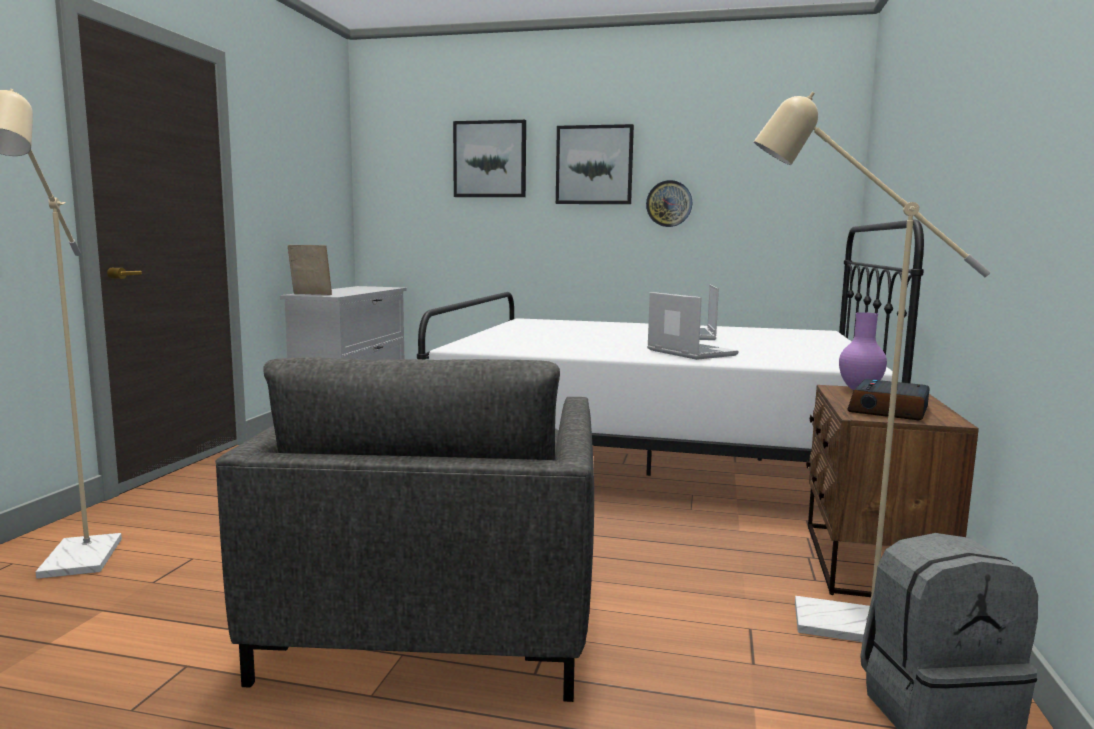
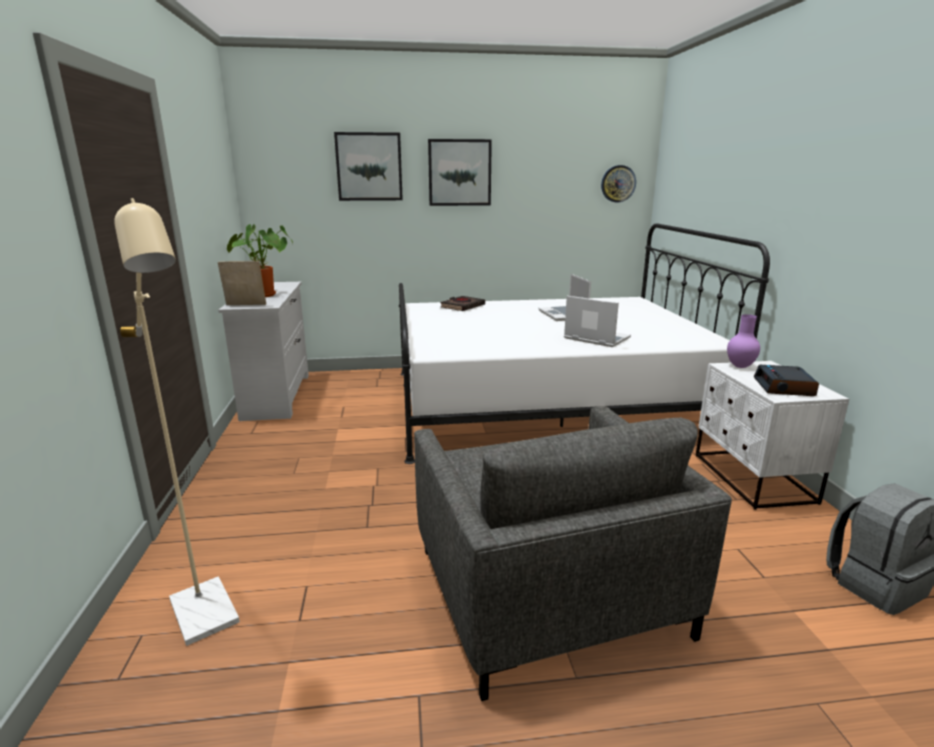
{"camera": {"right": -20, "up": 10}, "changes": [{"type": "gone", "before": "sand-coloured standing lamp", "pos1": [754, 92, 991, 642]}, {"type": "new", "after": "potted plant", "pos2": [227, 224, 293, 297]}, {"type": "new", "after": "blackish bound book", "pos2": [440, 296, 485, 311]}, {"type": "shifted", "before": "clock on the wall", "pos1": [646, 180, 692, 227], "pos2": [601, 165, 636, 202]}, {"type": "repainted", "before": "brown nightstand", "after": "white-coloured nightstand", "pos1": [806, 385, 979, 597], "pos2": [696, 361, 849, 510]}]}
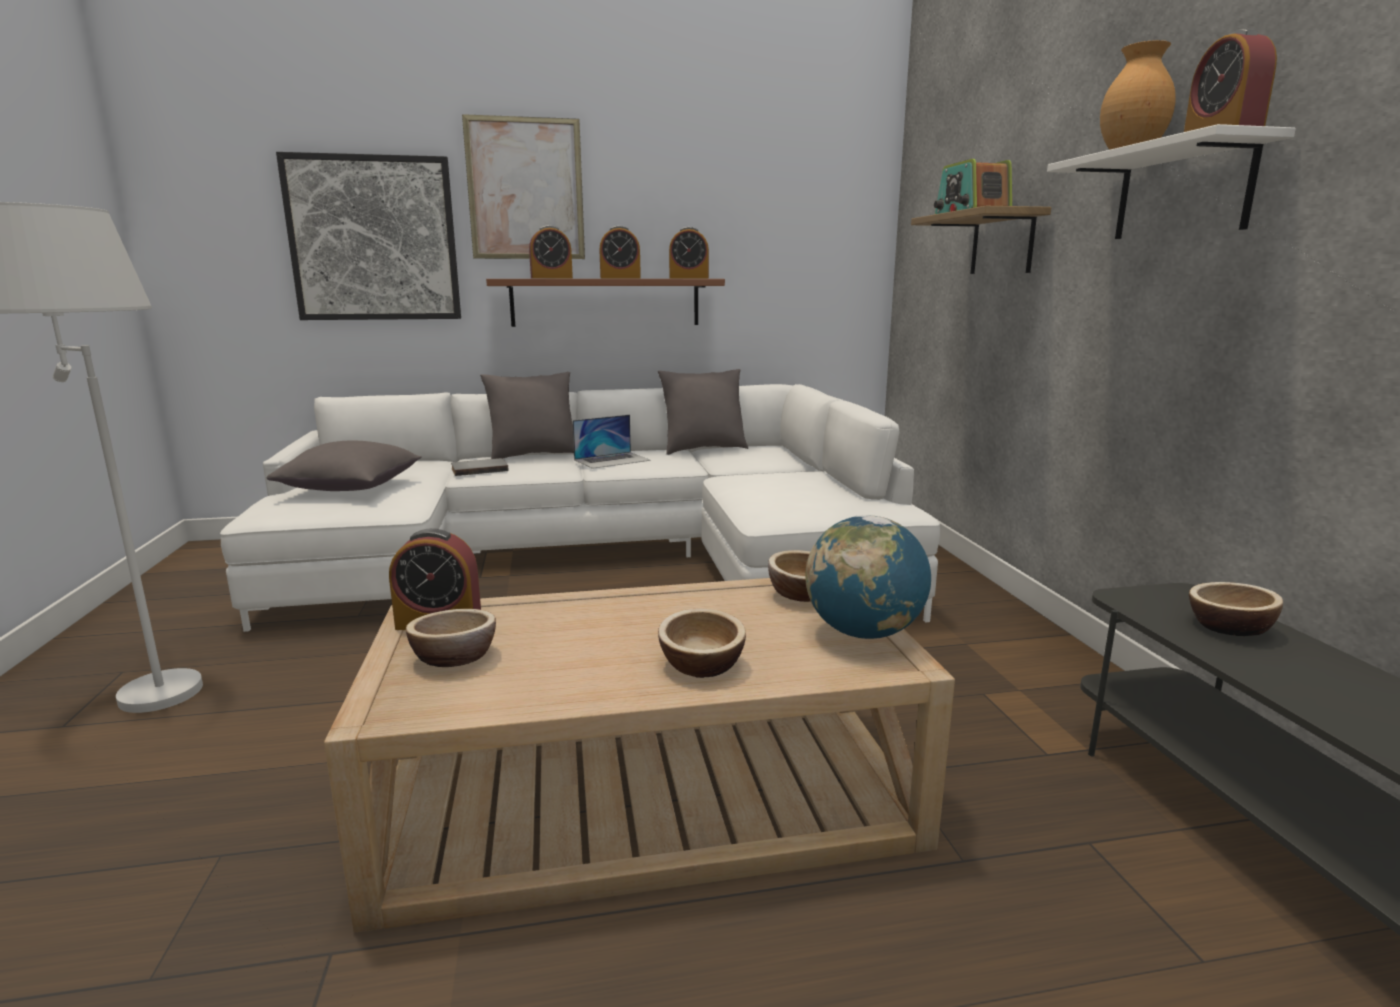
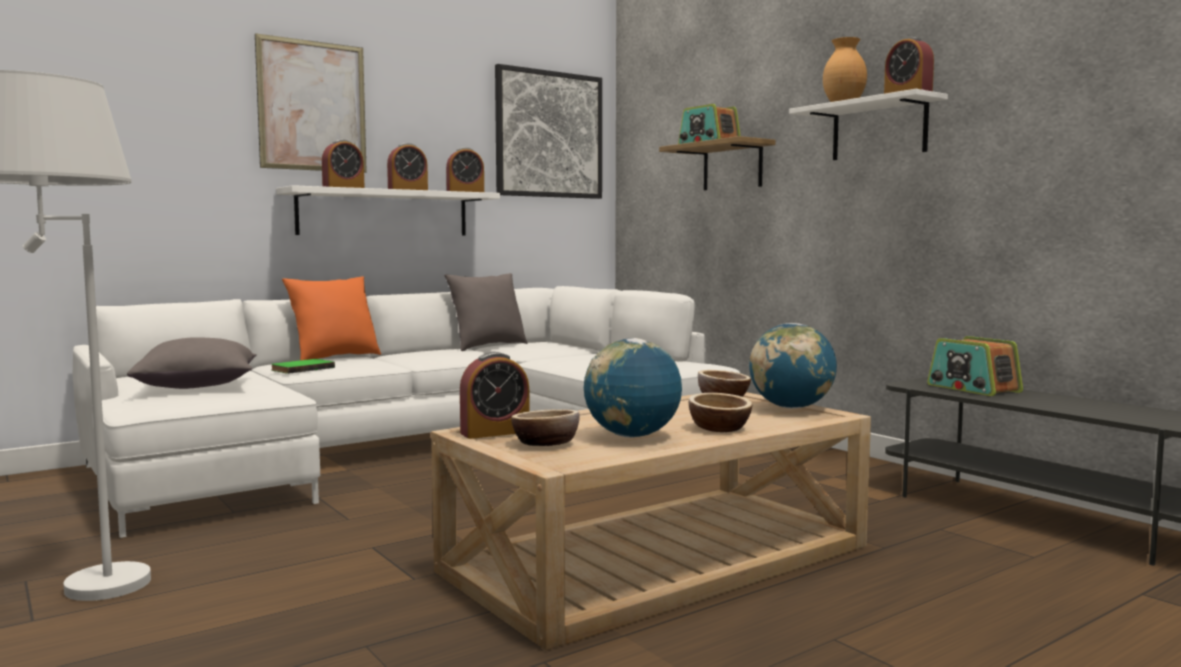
{"camera": {"right": -25, "up": -10}, "changes": [{"type": "gone", "before": "notebook computer", "pos1": [572, 415, 650, 469]}, {"type": "new", "after": "globe", "pos2": [584, 338, 682, 438]}, {"type": "shifted", "before": "wall art", "pos1": [276, 152, 461, 320], "pos2": [495, 64, 602, 199]}, {"type": "swapped", "before": "serving bowl", "after": "radio set", "pos1": [1189, 582, 1283, 636], "pos2": [927, 336, 1023, 396]}, {"type": "repainted", "before": "grey bound book", "after": "green-coloured bound book", "pos1": [451, 458, 509, 476], "pos2": [271, 359, 335, 374]}, {"type": "repainted", "before": "grey pillow", "after": "orange pillow", "pos1": [480, 372, 574, 459], "pos2": [282, 276, 381, 360]}, {"type": "repainted", "before": "brown wall shelf", "after": "white-coloured wall shelf", "pos1": [486, 279, 725, 327], "pos2": [276, 185, 500, 236]}]}
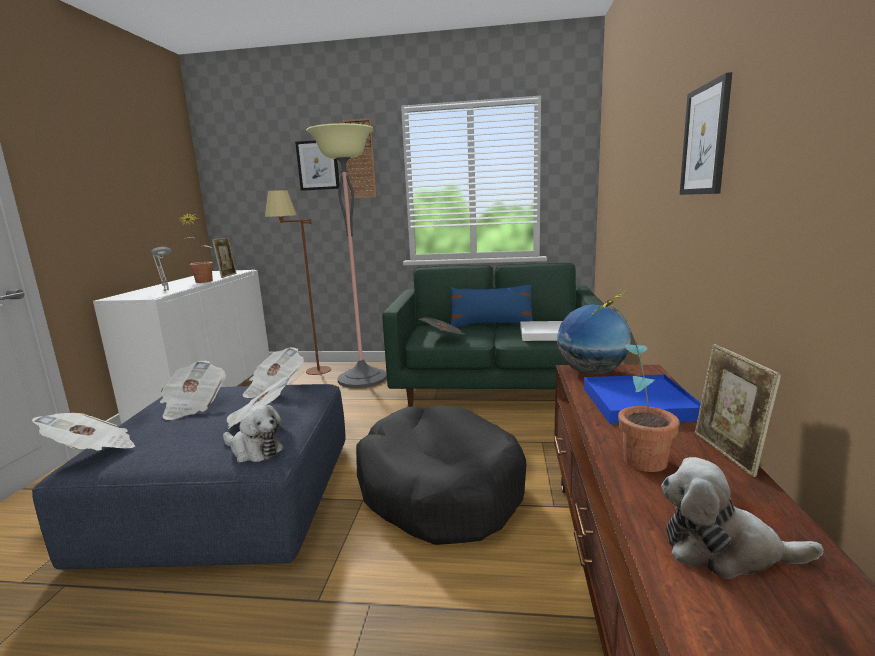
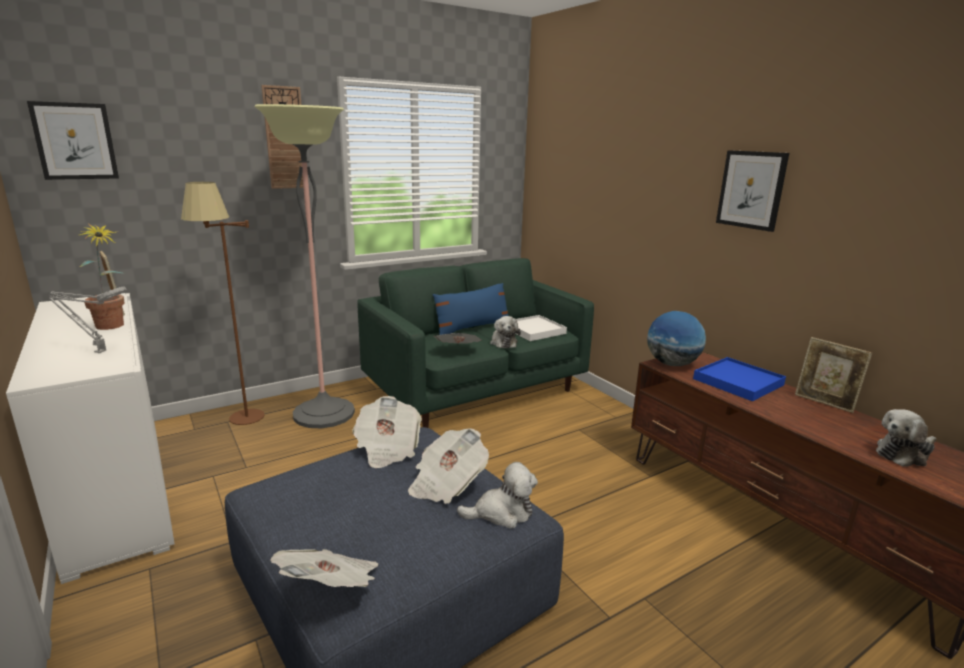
{"camera": {"right": -40, "up": 5}, "changes": [{"type": "gone", "before": "daily paper", "pos1": [160, 361, 226, 420]}, {"type": "gone", "before": "blackish dog bed", "pos1": [356, 405, 526, 545]}, {"type": "gone", "before": "potted plant", "pos1": [591, 291, 680, 472]}, {"type": "new", "after": "soft toy", "pos2": [490, 316, 521, 348]}, {"type": "shifted", "before": "wall art", "pos1": [295, 140, 340, 191], "pos2": [27, 101, 119, 180]}]}
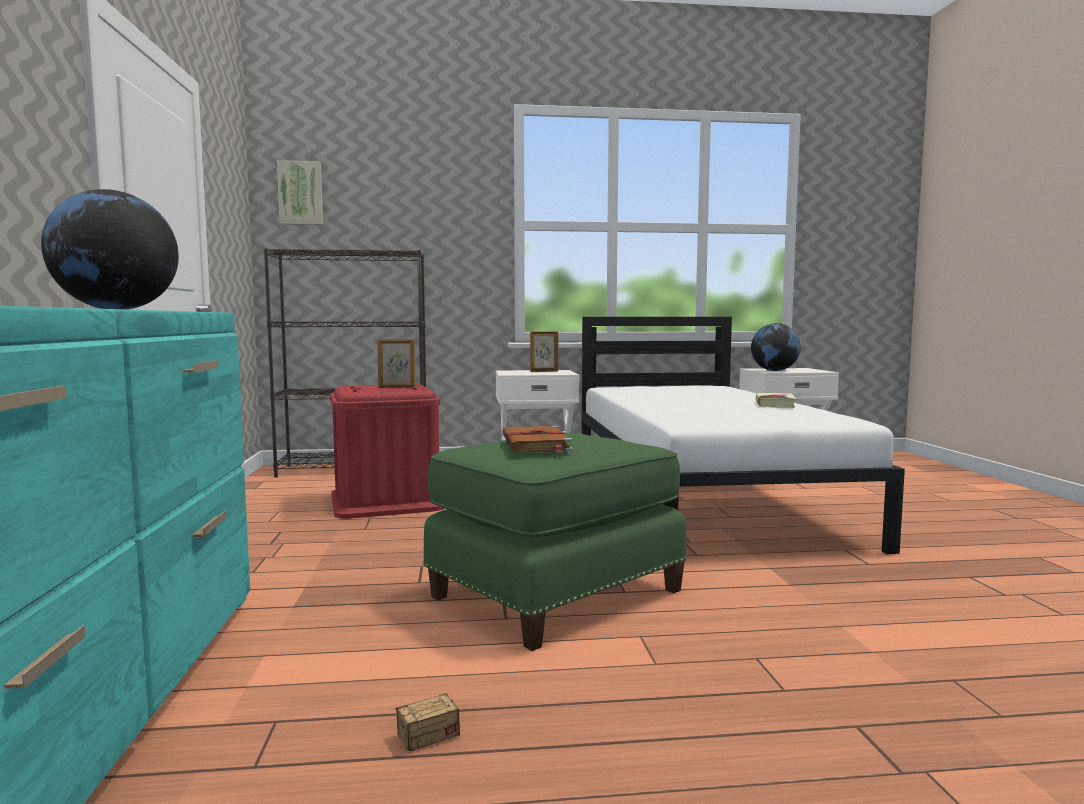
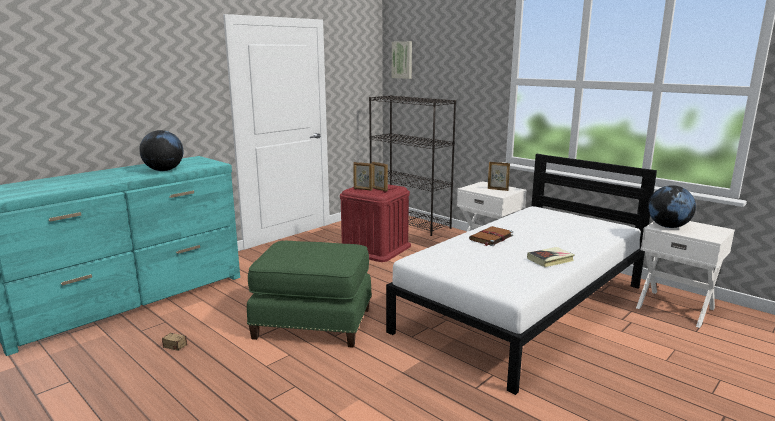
{"camera": {"right": 50, "up": 10}, "changes": [{"type": "new", "after": "standing frame", "pos2": [353, 162, 373, 191]}, {"type": "shifted", "before": "brown bound book", "pos1": [502, 426, 573, 453], "pos2": [469, 226, 513, 246]}]}
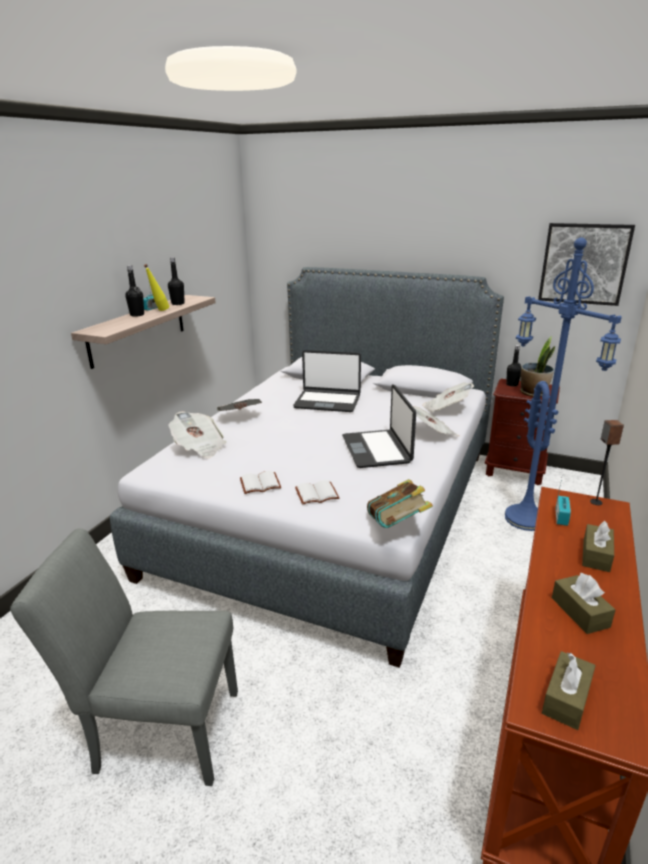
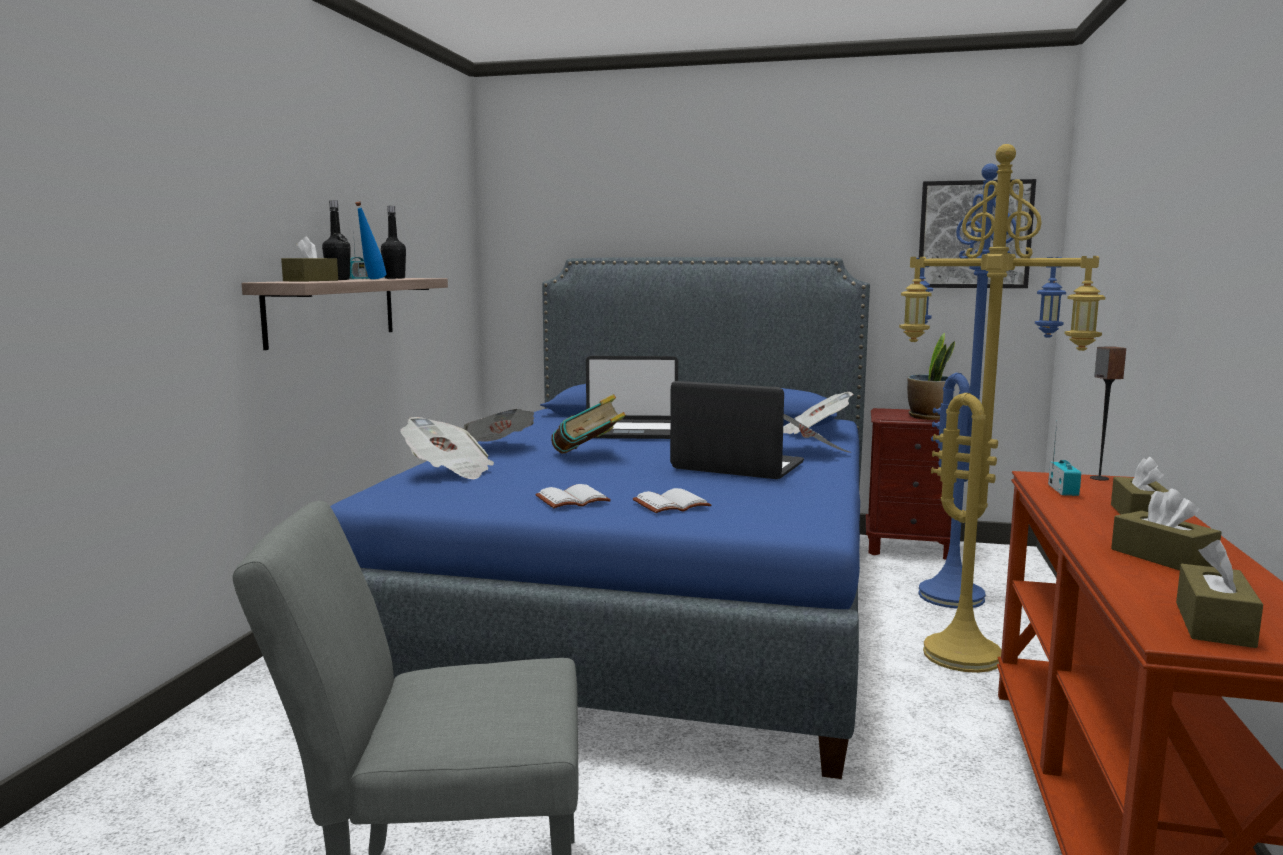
{"camera": {"right": -10, "up": -15}, "changes": [{"type": "gone", "before": "blackish beverage bottle", "pos1": [506, 345, 521, 387]}, {"type": "new", "after": "brown tissue box", "pos2": [281, 236, 338, 281]}, {"type": "new", "after": "yellow standing lamp", "pos2": [899, 144, 1105, 673]}, {"type": "shifted", "before": "bound book", "pos1": [367, 479, 433, 528], "pos2": [551, 394, 626, 453]}, {"type": "repainted", "before": "grey bed", "after": "blue-coloured bed", "pos1": [110, 267, 504, 668], "pos2": [330, 257, 870, 779]}, {"type": "repainted", "before": "yellow beverage bottle", "after": "blue-coloured beverage bottle", "pos1": [144, 264, 169, 311], "pos2": [355, 202, 387, 279]}, {"type": "rotated", "before": "notebook computer", "pos1": [342, 384, 416, 468], "pos2": [670, 381, 804, 479], "turn": 135}]}
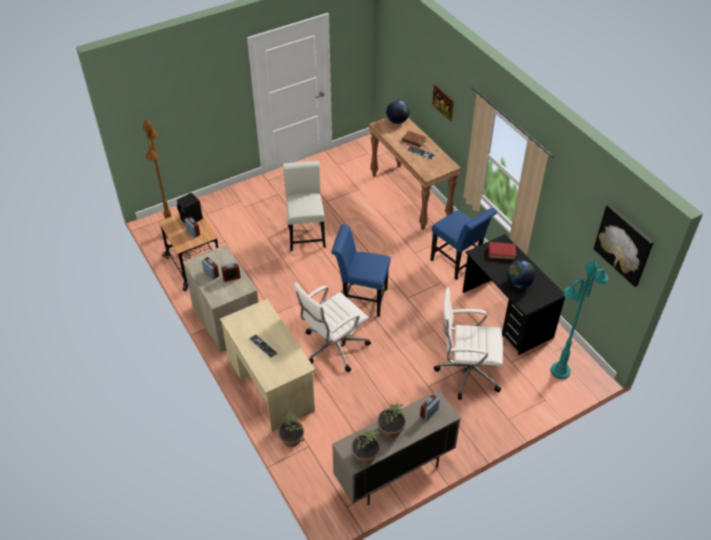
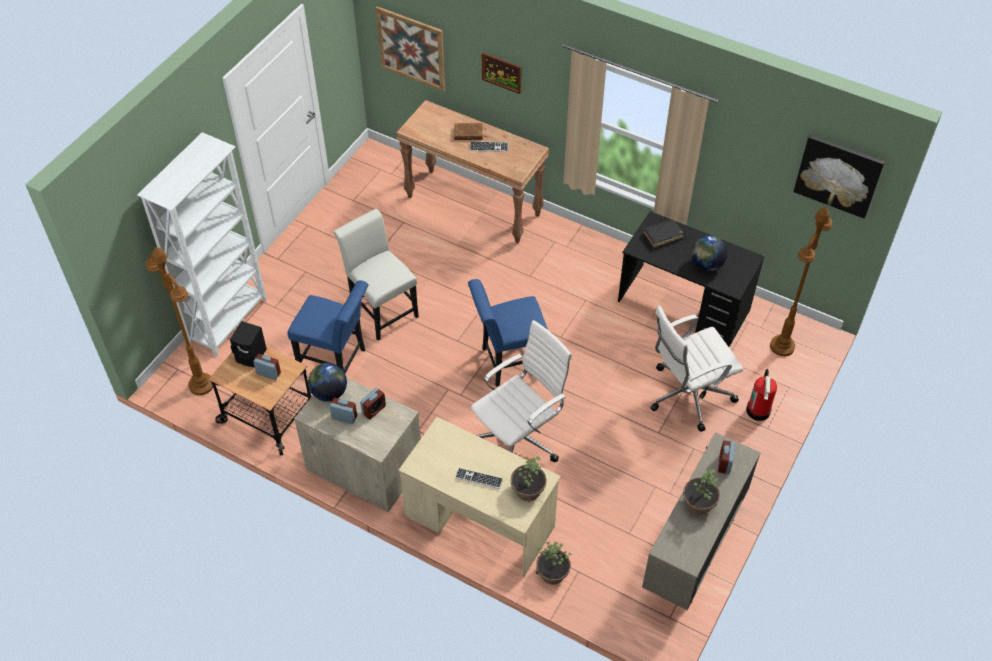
{"camera": {"right": -30, "up": 5}, "changes": [{"type": "new", "after": "white-coloured bookshelf", "pos2": [137, 132, 267, 356]}, {"type": "new", "after": "wall art", "pos2": [376, 6, 445, 92]}, {"type": "new", "after": "extinguisher", "pos2": [746, 369, 777, 421]}, {"type": "shifted", "before": "potted plant", "pos1": [351, 430, 380, 464], "pos2": [510, 456, 547, 503]}, {"type": "shifted", "before": "globe", "pos1": [386, 100, 410, 124], "pos2": [308, 363, 347, 402]}, {"type": "shifted", "before": "blue-coloured plain chair", "pos1": [430, 208, 497, 280], "pos2": [287, 280, 369, 373]}, {"type": "repainted", "before": "reddish bound book", "after": "blackish bound book", "pos1": [489, 242, 516, 260], "pos2": [643, 219, 684, 248]}, {"type": "repainted", "before": "turquoise standing lamp", "after": "brown standing lamp", "pos1": [551, 260, 608, 379], "pos2": [770, 206, 832, 356]}, {"type": "rotated", "before": "white-coloured desk chair", "pos1": [294, 282, 371, 372], "pos2": [471, 320, 572, 462], "turn": -150}]}
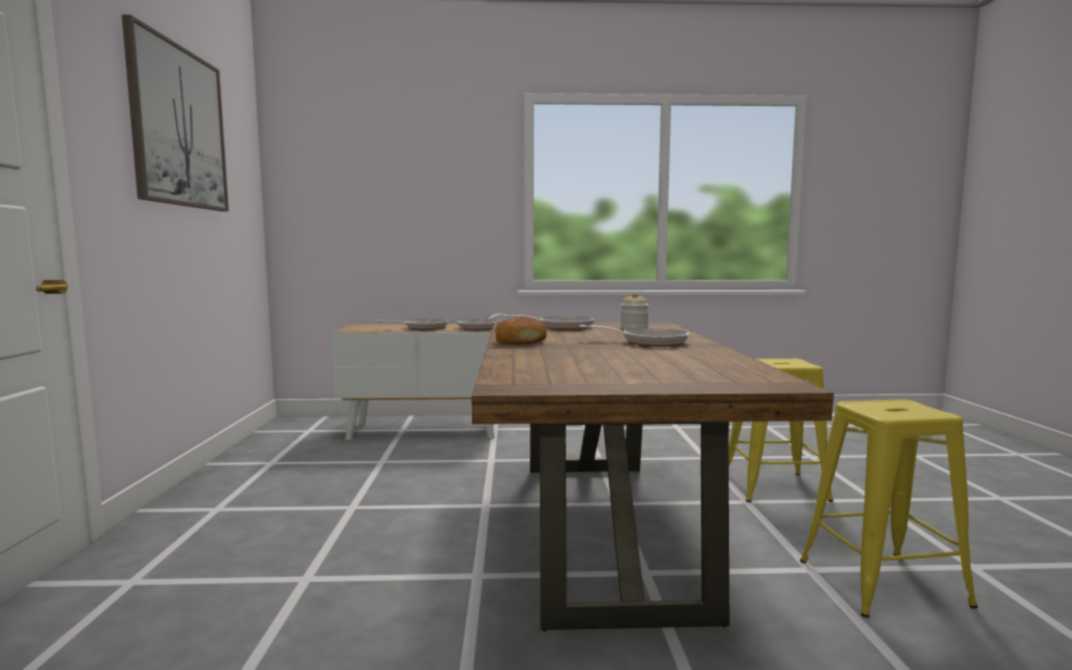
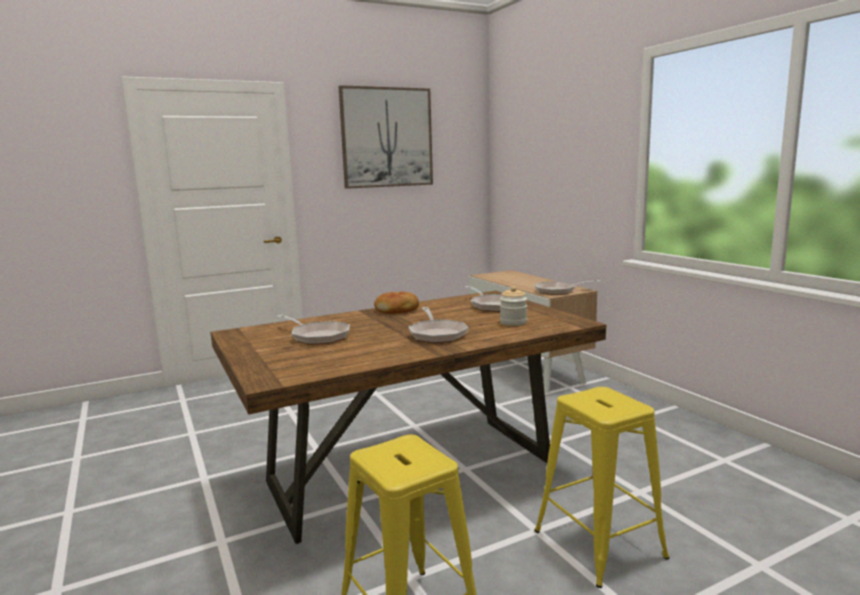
{"camera": {"right": 65, "up": 5}, "changes": [{"type": "shifted", "before": "frying pan", "pos1": [375, 319, 448, 330], "pos2": [277, 315, 350, 345]}]}
